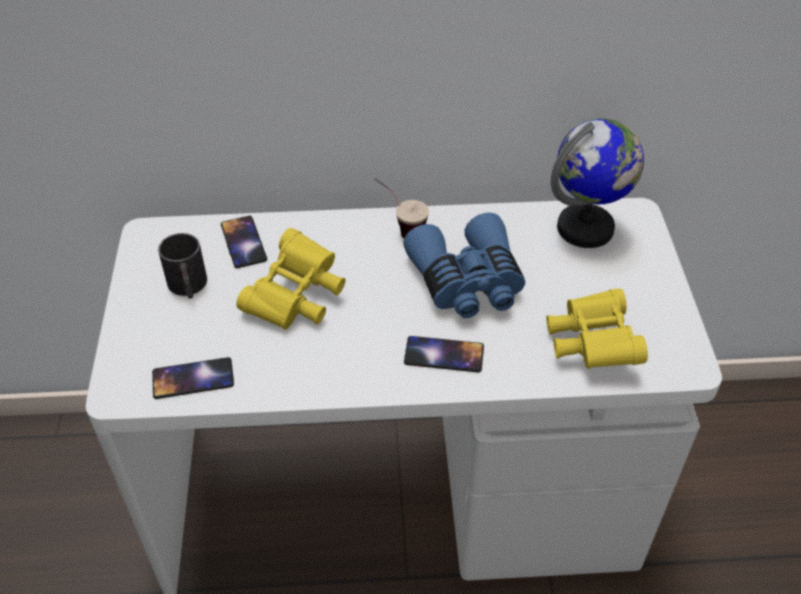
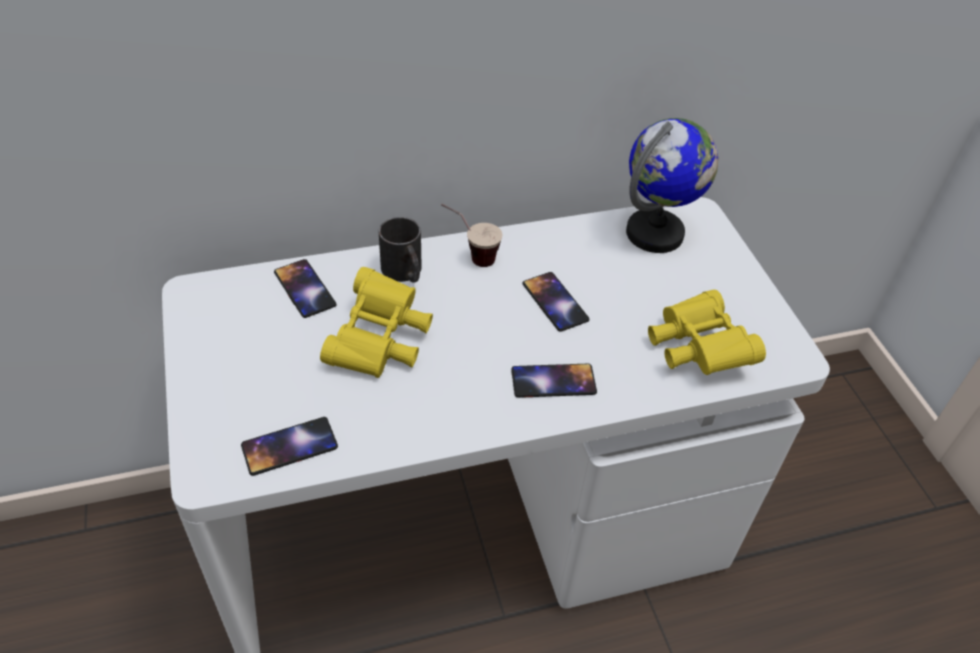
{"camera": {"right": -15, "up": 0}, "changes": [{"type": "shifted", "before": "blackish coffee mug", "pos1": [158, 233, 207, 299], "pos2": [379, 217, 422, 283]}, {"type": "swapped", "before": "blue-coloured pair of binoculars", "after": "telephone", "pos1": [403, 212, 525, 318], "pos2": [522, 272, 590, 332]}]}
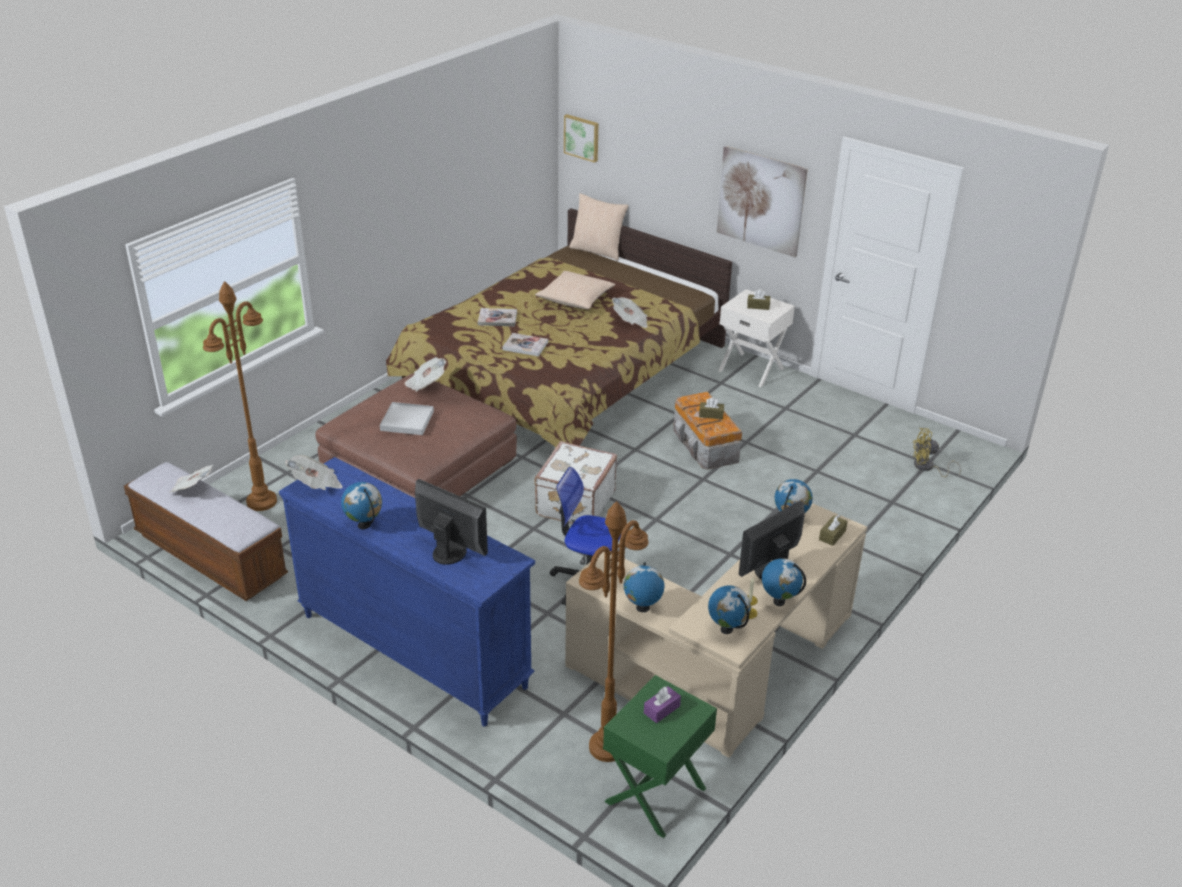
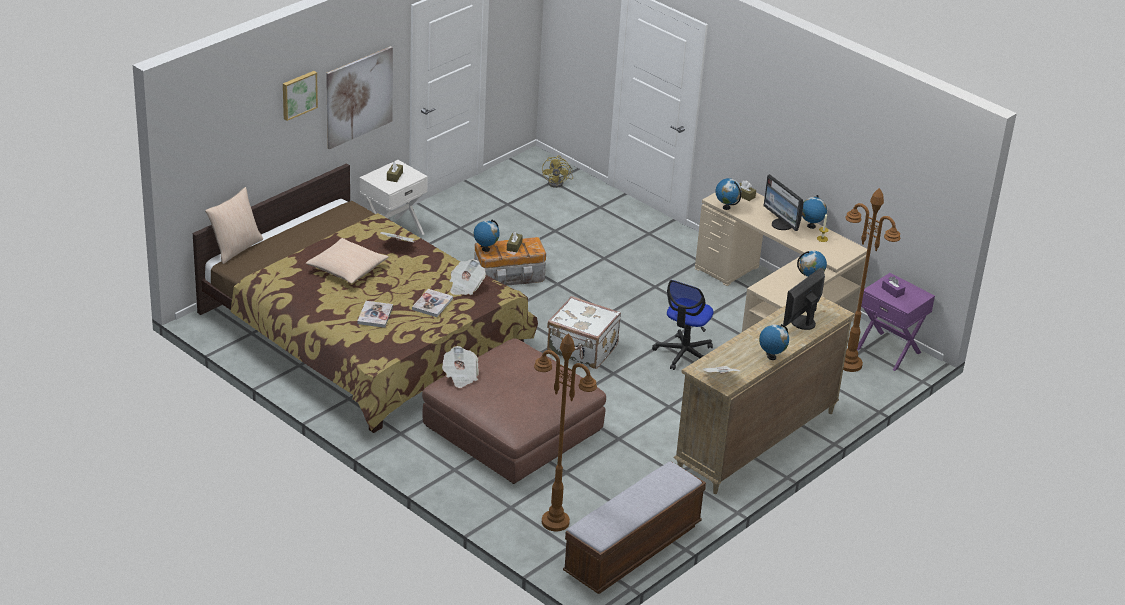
{"camera": {"right": -85, "up": 0}, "changes": [{"type": "gone", "before": "white-coloured tray", "pos1": [380, 402, 434, 435]}, {"type": "shifted", "before": "daily paper", "pos1": [169, 465, 213, 493], "pos2": [450, 259, 486, 295]}, {"type": "shifted", "before": "wall art", "pos1": [564, 114, 598, 163], "pos2": [283, 71, 318, 121]}, {"type": "shifted", "before": "globe", "pos1": [708, 585, 751, 634], "pos2": [474, 220, 500, 252]}, {"type": "repainted", "before": "blue-coloured drawer chest", "after": "sand-coloured drawer chest", "pos1": [279, 457, 535, 726], "pos2": [673, 296, 854, 494]}, {"type": "repainted", "before": "green-coloured nightstand", "after": "purple-coloured nightstand", "pos1": [603, 675, 717, 838], "pos2": [857, 273, 935, 371]}]}
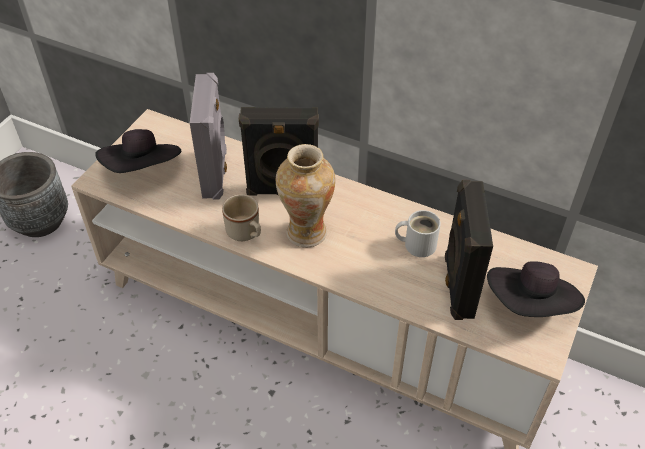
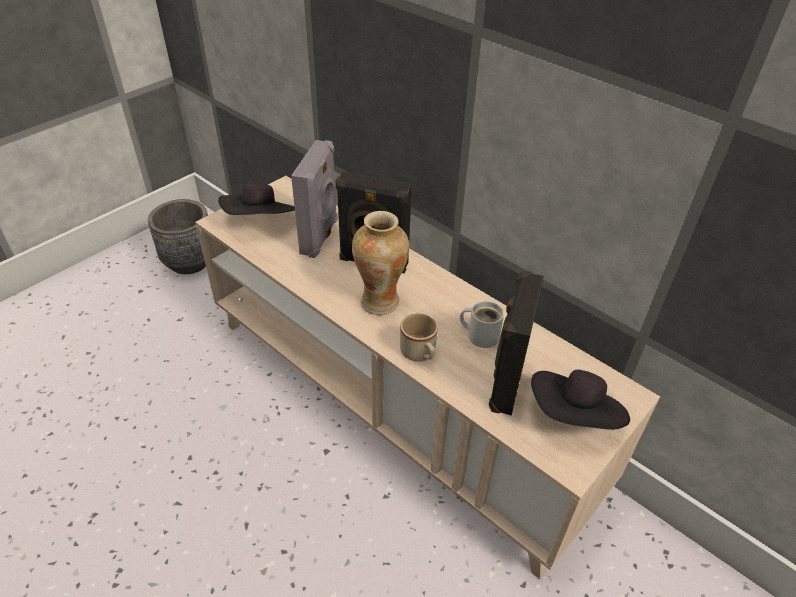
{"camera": {"right": 15, "up": -5}, "changes": [{"type": "shifted", "before": "sand-coloured coffee mug", "pos1": [222, 195, 261, 241], "pos2": [400, 313, 438, 362]}]}
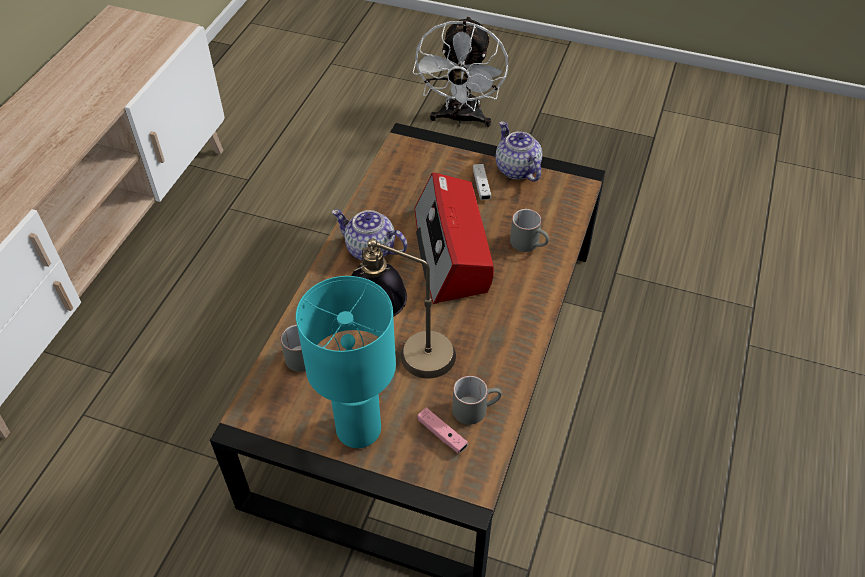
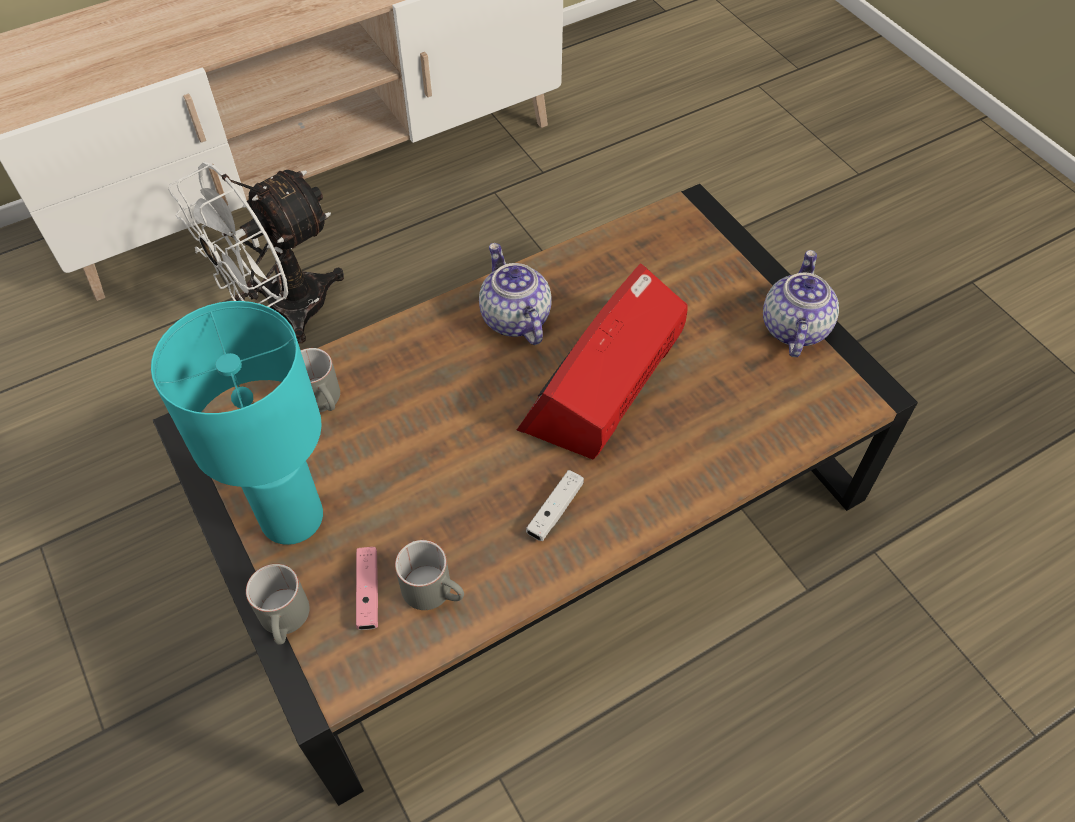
{"camera": {"right": 40, "up": 5}, "changes": [{"type": "gone", "before": "table lamp", "pos1": [351, 238, 456, 378]}, {"type": "shifted", "before": "white-coloured electric fan", "pos1": [413, 16, 508, 127], "pos2": [168, 162, 344, 343]}, {"type": "shifted", "before": "white-coloured joypad", "pos1": [473, 164, 491, 200], "pos2": [526, 470, 584, 541]}, {"type": "shifted", "before": "grey coffee mug", "pos1": [510, 209, 549, 252], "pos2": [246, 564, 310, 645]}]}
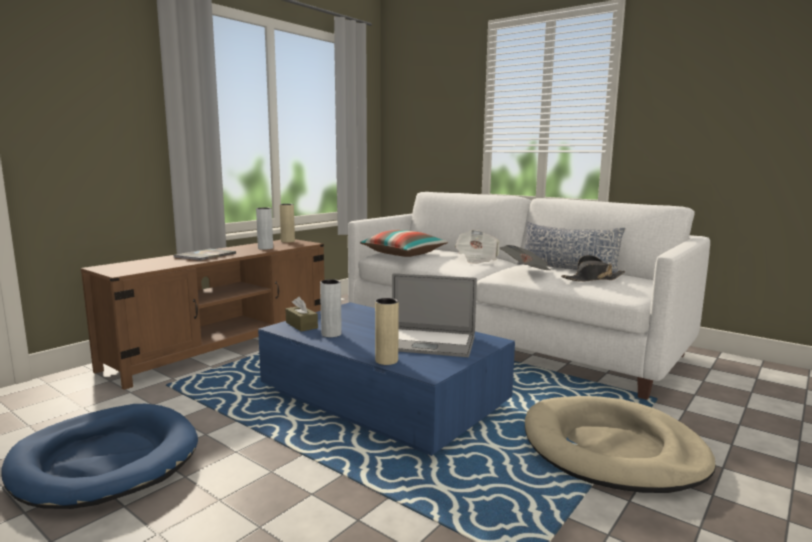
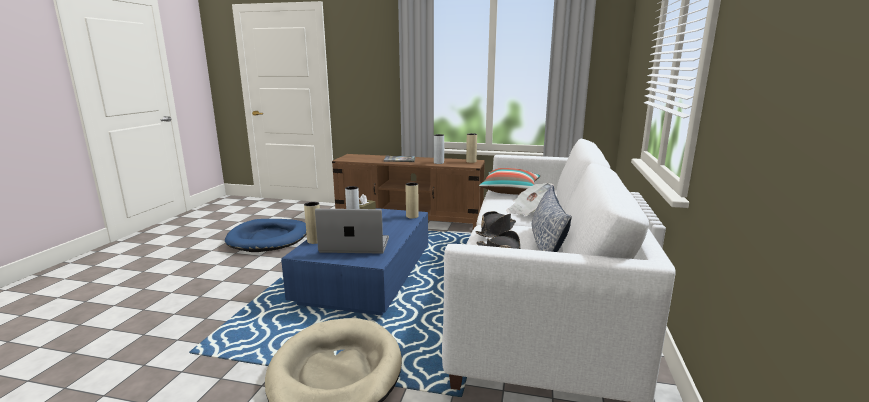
{"camera": {"right": 65, "up": 5}, "changes": [{"type": "new", "after": "sand-coloured flower vase", "pos2": [405, 182, 419, 219]}, {"type": "swapped", "before": "daily paper", "after": "blackish wearable hat", "pos1": [500, 245, 551, 270], "pos2": [475, 211, 516, 238]}, {"type": "rotated", "before": "notebook computer", "pos1": [392, 273, 477, 357], "pos2": [315, 209, 389, 254], "turn": 105}]}
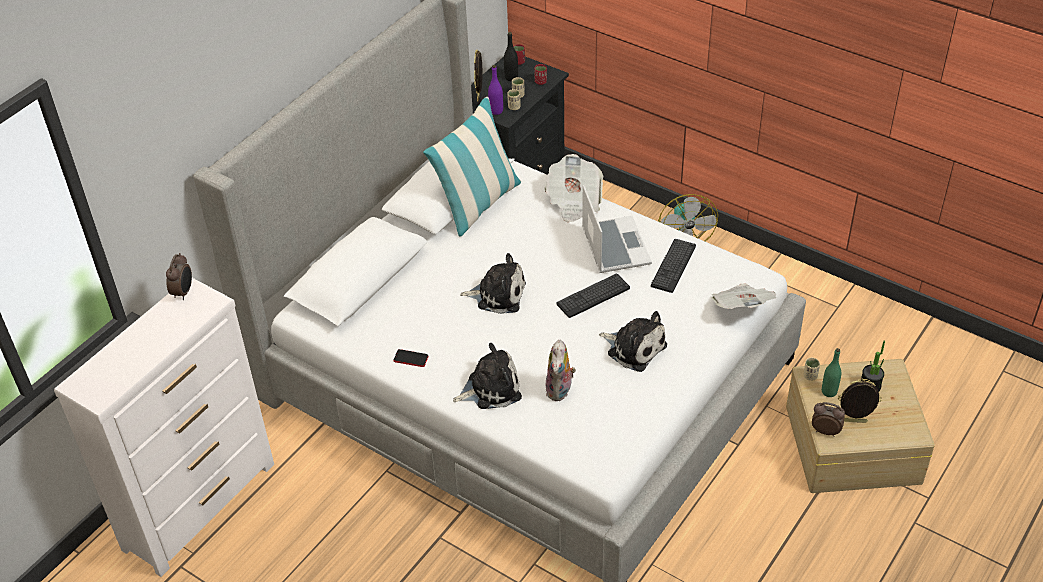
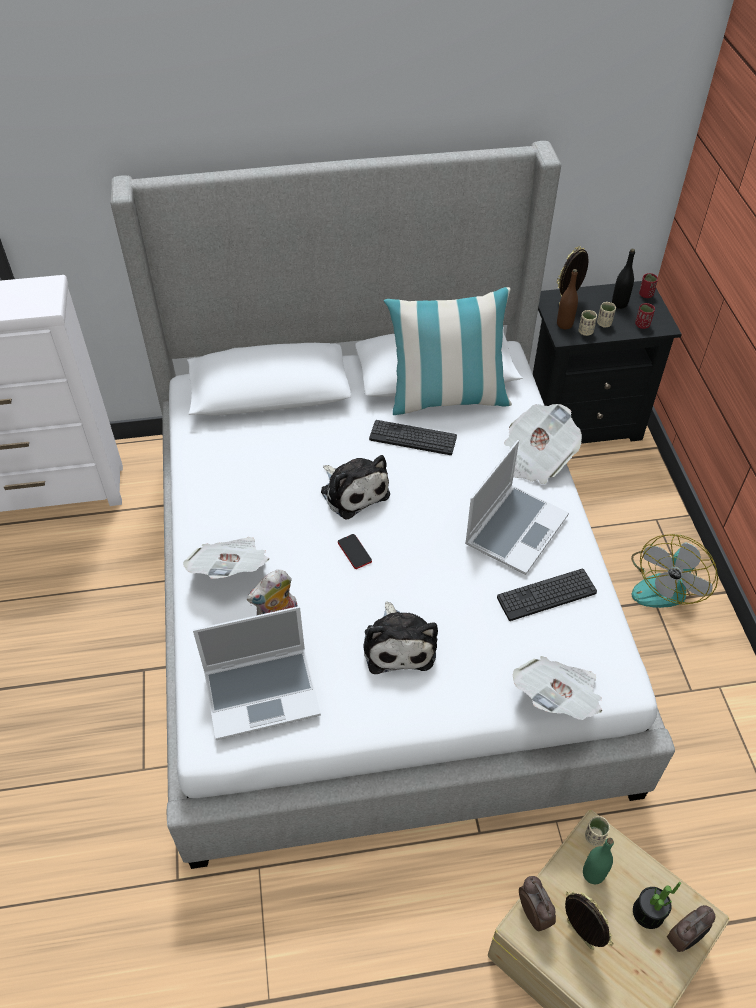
{"camera": {"right": 45, "up": 5}, "changes": [{"type": "new", "after": "notebook computer", "pos2": [193, 606, 321, 740]}, {"type": "shifted", "before": "table clock", "pos1": [166, 253, 192, 300], "pos2": [667, 905, 715, 952]}, {"type": "shifted", "before": "telephone", "pos1": [393, 349, 429, 367], "pos2": [338, 534, 372, 569]}, {"type": "shifted", "before": "keyboard", "pos1": [557, 274, 630, 318], "pos2": [369, 420, 457, 455]}, {"type": "swapped", "before": "soft toy", "after": "daily paper", "pos1": [453, 343, 522, 409], "pos2": [183, 537, 270, 579]}, {"type": "repainted", "before": "purple-coloured beverage bottle", "after": "brown beverage bottle", "pos1": [488, 65, 503, 115], "pos2": [557, 269, 578, 329]}]}
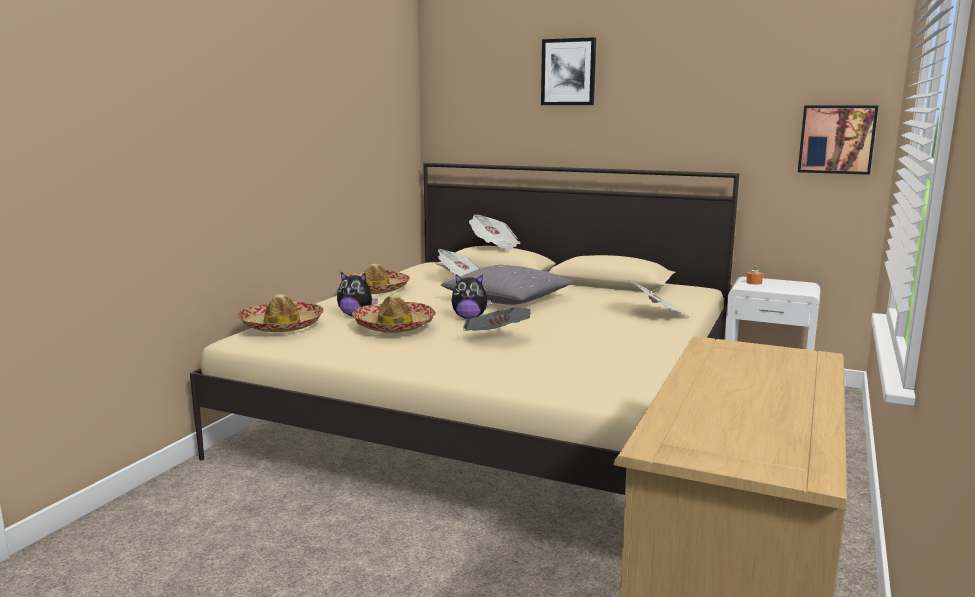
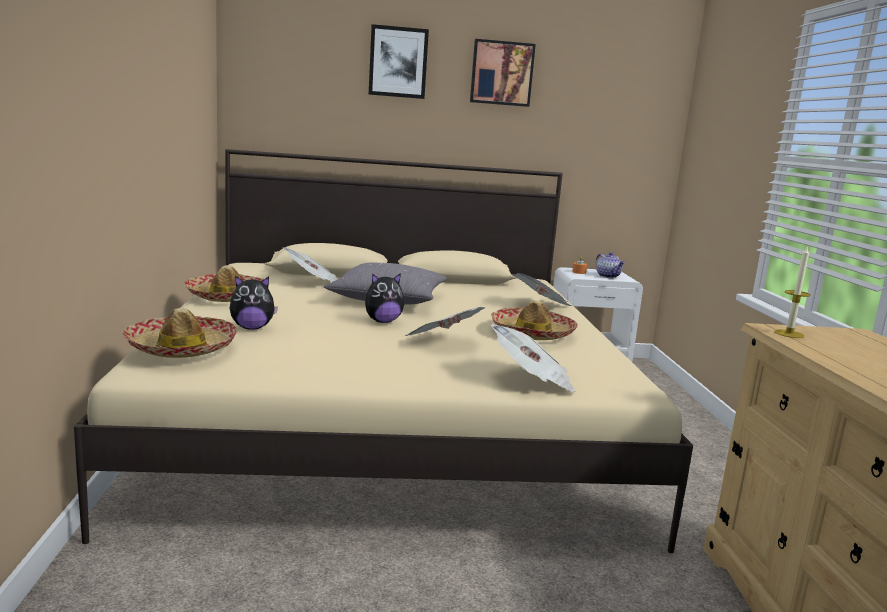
{"camera": {"right": -30, "up": 0}, "changes": [{"type": "new", "after": "teapot", "pos2": [596, 252, 625, 278]}, {"type": "new", "after": "wax candle", "pos2": [774, 245, 811, 338]}, {"type": "shifted", "before": "wearable hat", "pos1": [352, 295, 436, 333], "pos2": [491, 300, 578, 340]}, {"type": "shifted", "before": "daily paper", "pos1": [469, 215, 520, 251], "pos2": [491, 324, 575, 392]}, {"type": "shifted", "before": "wall art", "pos1": [798, 106, 878, 175], "pos2": [470, 39, 536, 107]}]}
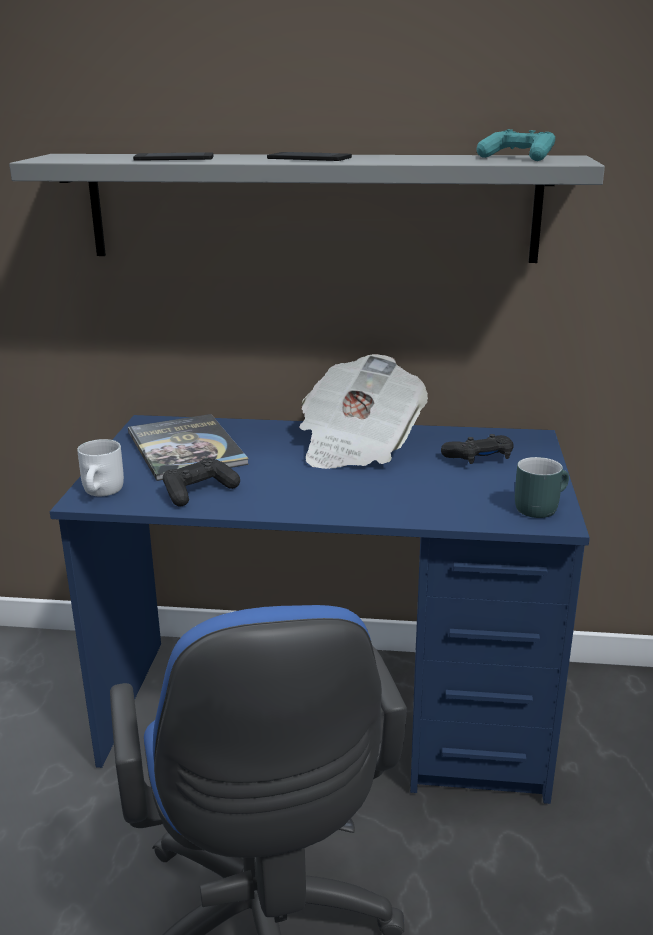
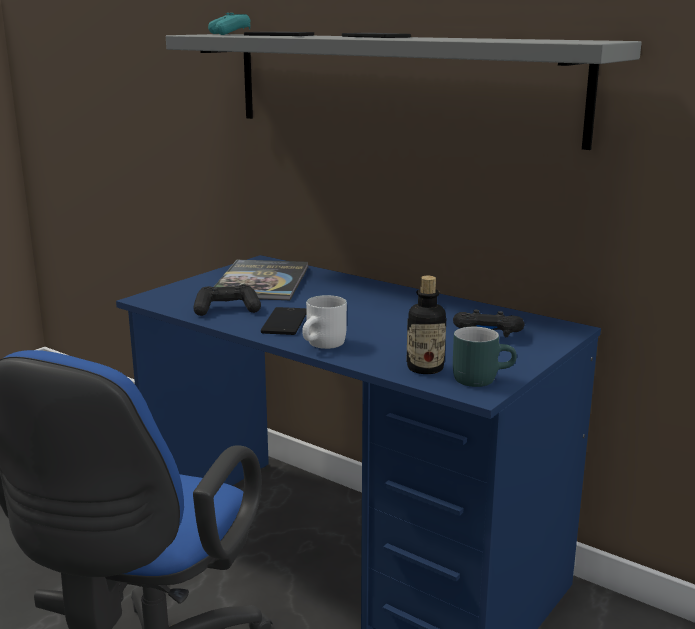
{"camera": {"right": 30, "up": -5}, "changes": [{"type": "gone", "before": "daily paper", "pos1": [300, 354, 428, 469]}, {"type": "new", "after": "telephone", "pos2": [261, 307, 306, 335]}, {"type": "new", "after": "beverage bottle", "pos2": [406, 276, 447, 374]}, {"type": "shifted", "before": "white-coloured coffee mug", "pos1": [77, 439, 124, 496], "pos2": [302, 295, 347, 349]}, {"type": "shifted", "before": "turquoise joypad", "pos1": [477, 129, 555, 161], "pos2": [208, 13, 251, 35]}]}
